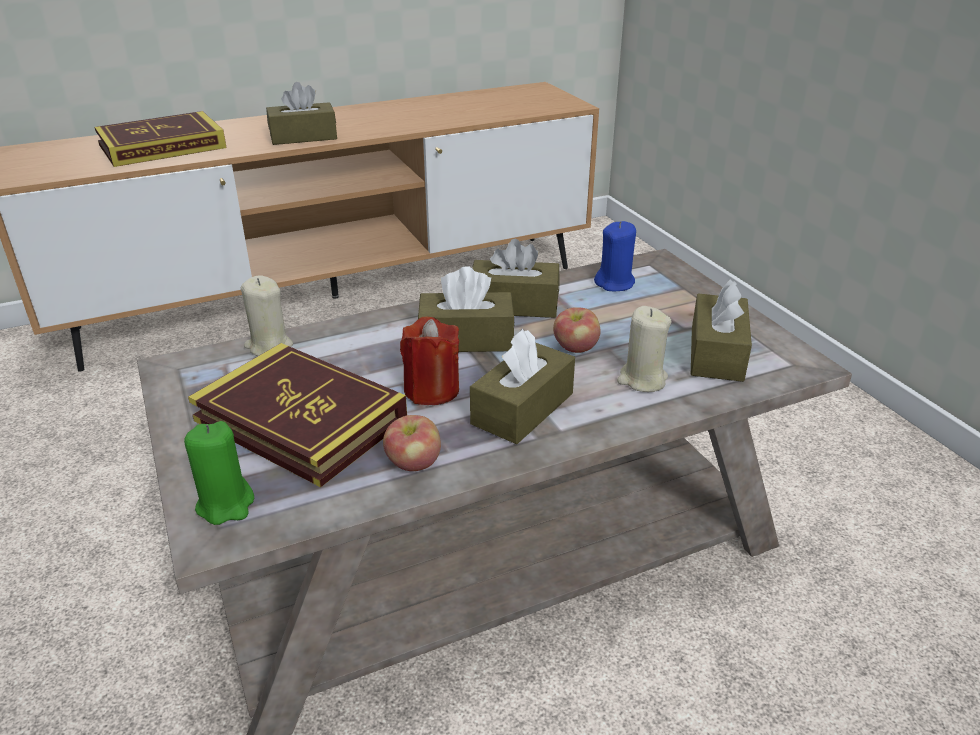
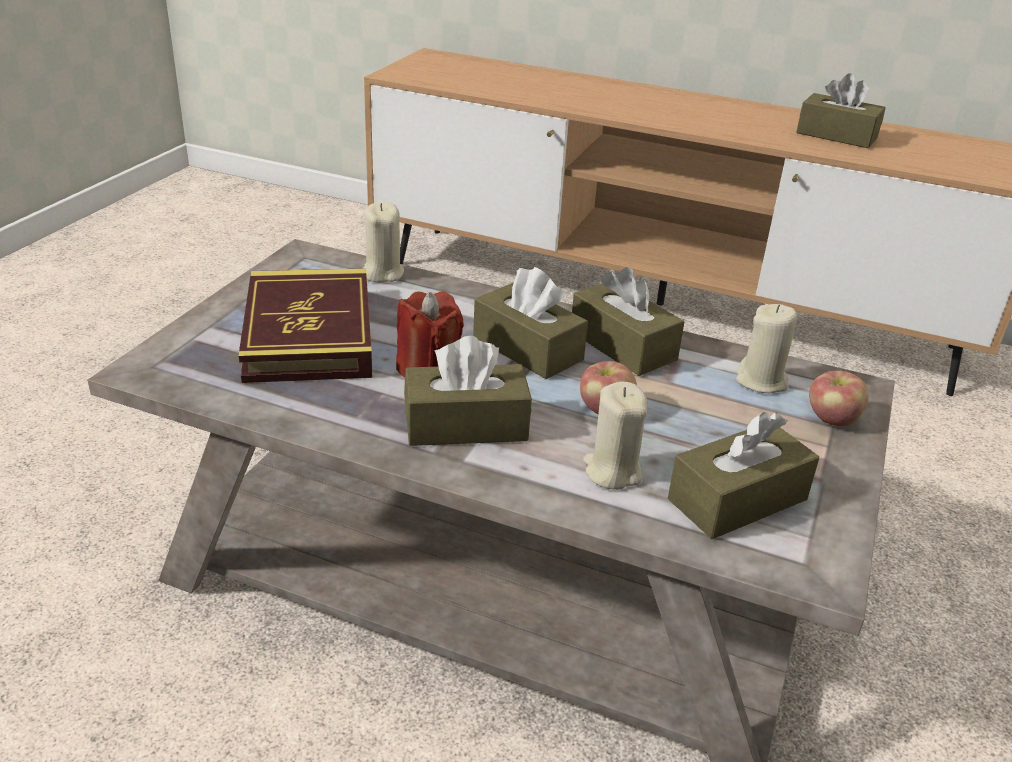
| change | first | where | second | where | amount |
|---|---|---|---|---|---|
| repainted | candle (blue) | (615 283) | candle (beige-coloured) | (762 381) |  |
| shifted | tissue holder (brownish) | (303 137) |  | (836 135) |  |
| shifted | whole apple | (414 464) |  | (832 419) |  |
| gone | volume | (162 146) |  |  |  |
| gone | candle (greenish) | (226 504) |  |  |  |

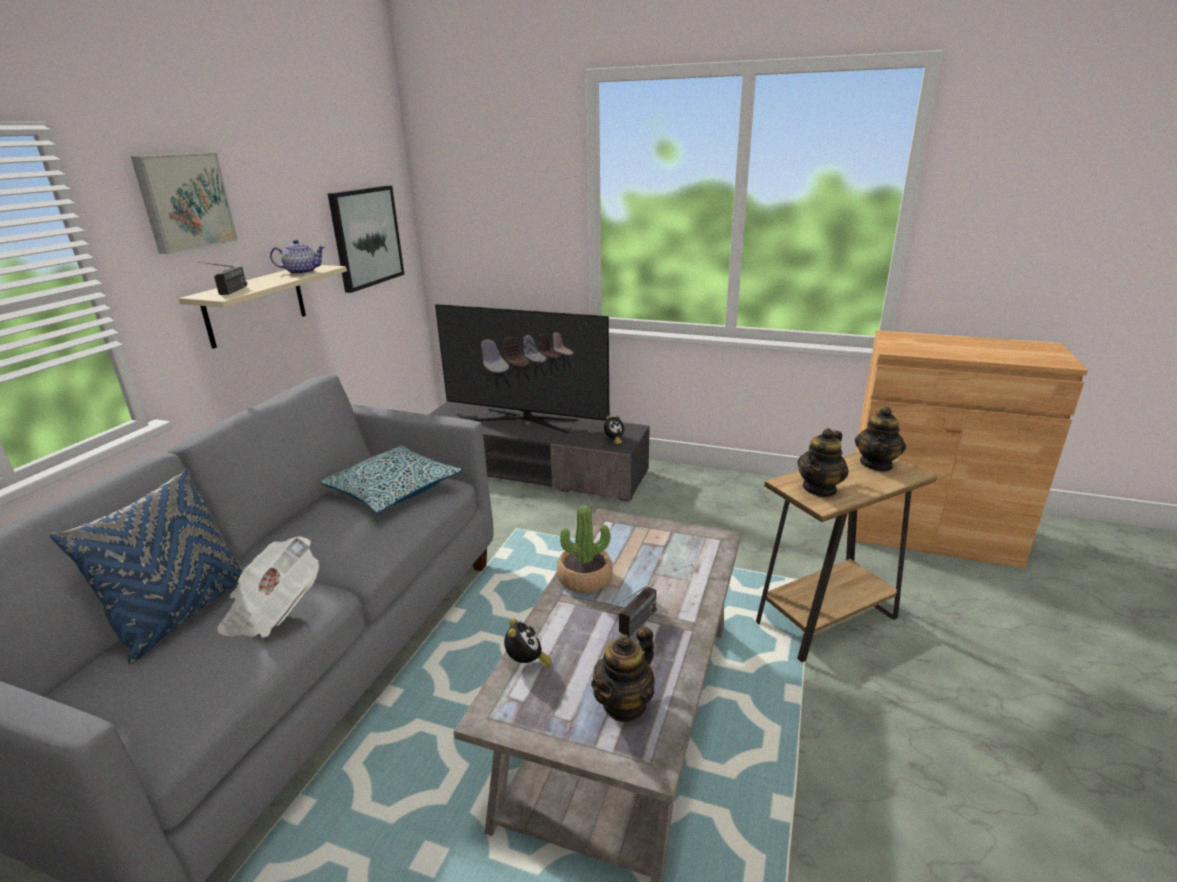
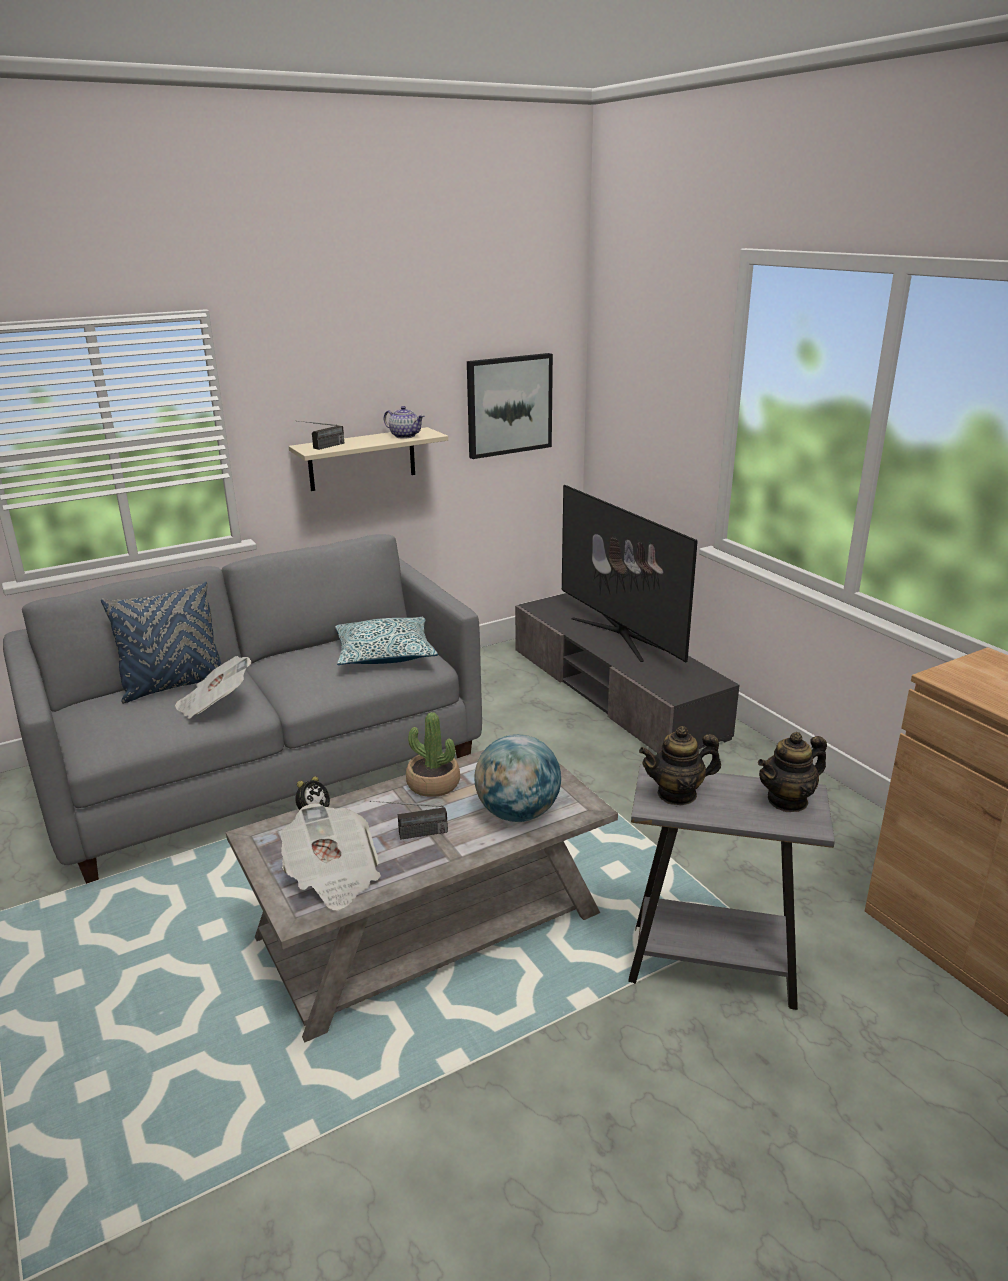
| change | first | where | second | where | amount |
|---|---|---|---|---|---|
| swapped | tea pot | (624 704) | newspaper | (333 877) |  |
| new |  |  | world globe | (517 813) |  |
| repainted | accent table (brownish) | (826 620) | accent table (gray) | (712 966) |  |
| gone | picture | (184 201) |  |  |  |
| gone | alarm clock | (614 441) |  |  |  |

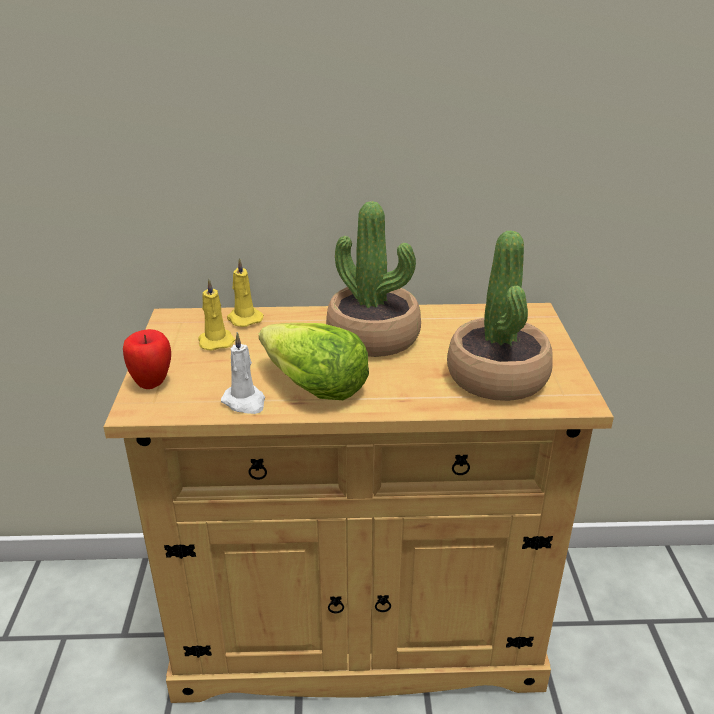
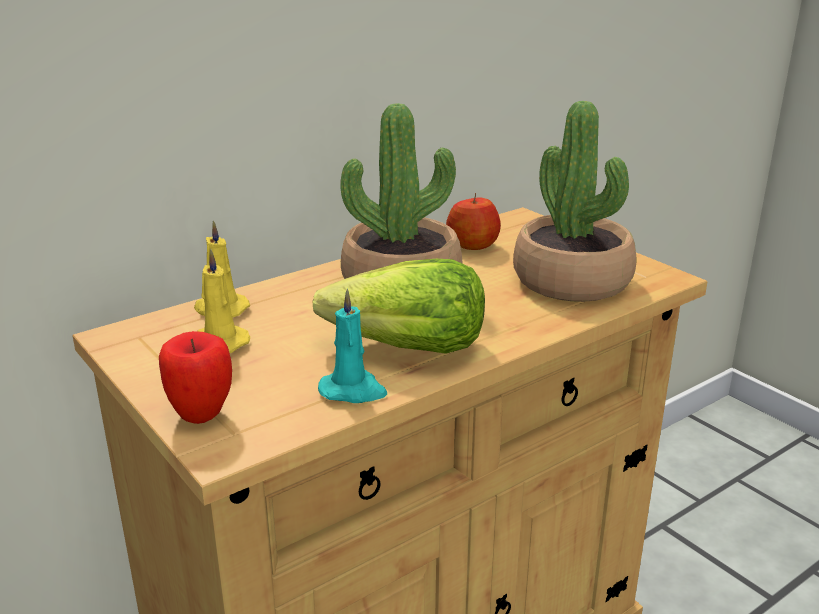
| change | first | where | second | where | amount |
|---|---|---|---|---|---|
| repainted | candle (white) | (245 402) | candle (blue-green) | (353 391) |  |
| new |  |  | whole apple | (472 245) |  |

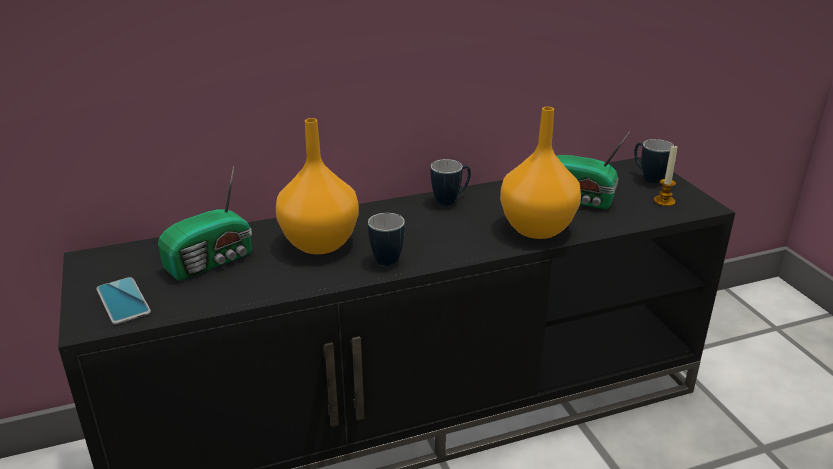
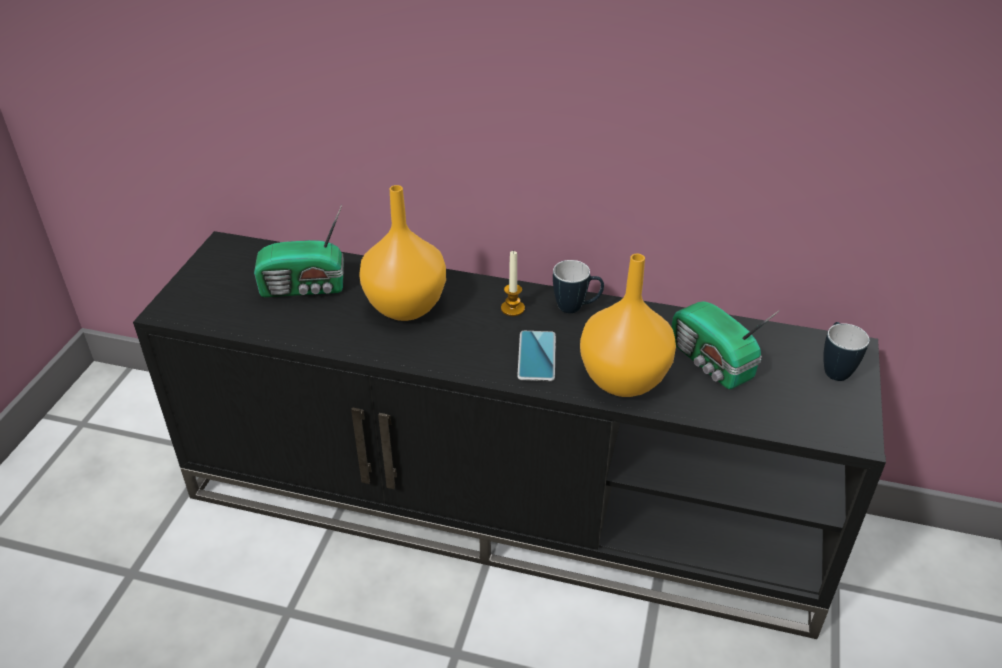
| change | first | where | second | where | amount |
|---|---|---|---|---|---|
| shifted | candle | (664 201) |  | (512 308) |  |
| shifted | handset | (123 301) |  | (537 356) |  |
| gone | mug | (387 257) |  |  |  |

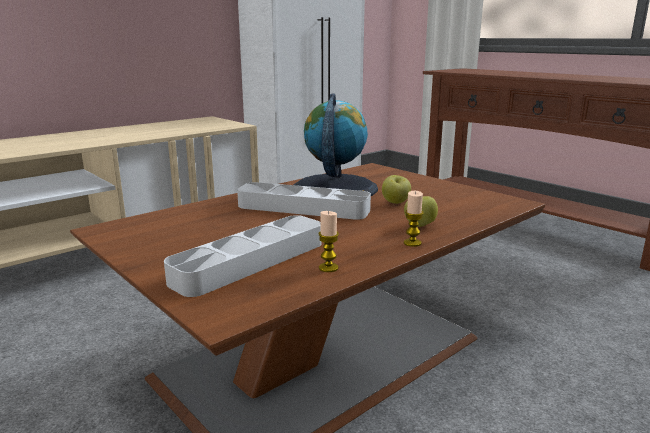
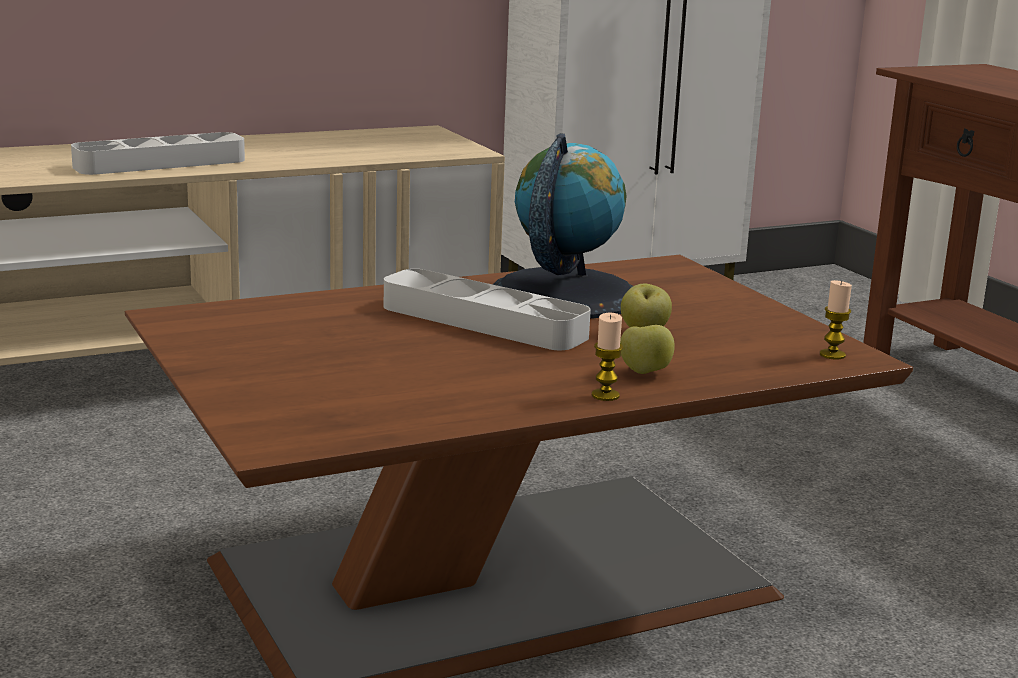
| change | first | where | second | where | amount |
|---|---|---|---|---|---|
| shifted | carrying tray (gray) | (250 261) |  | (160 163) |  |
| shifted | candle | (328 268) |  | (832 355) |  |

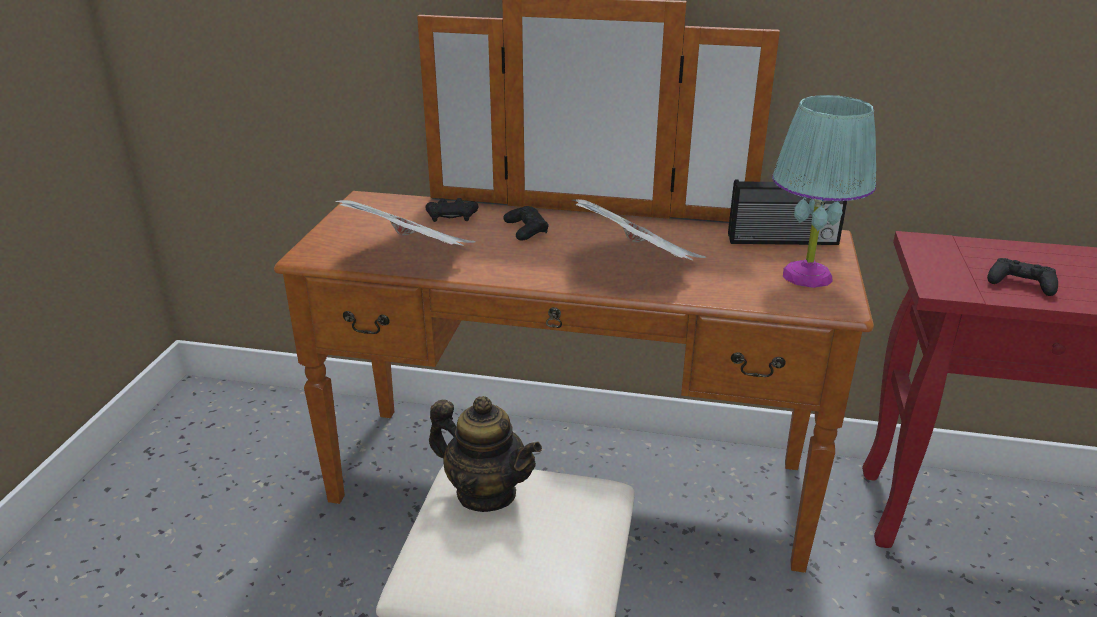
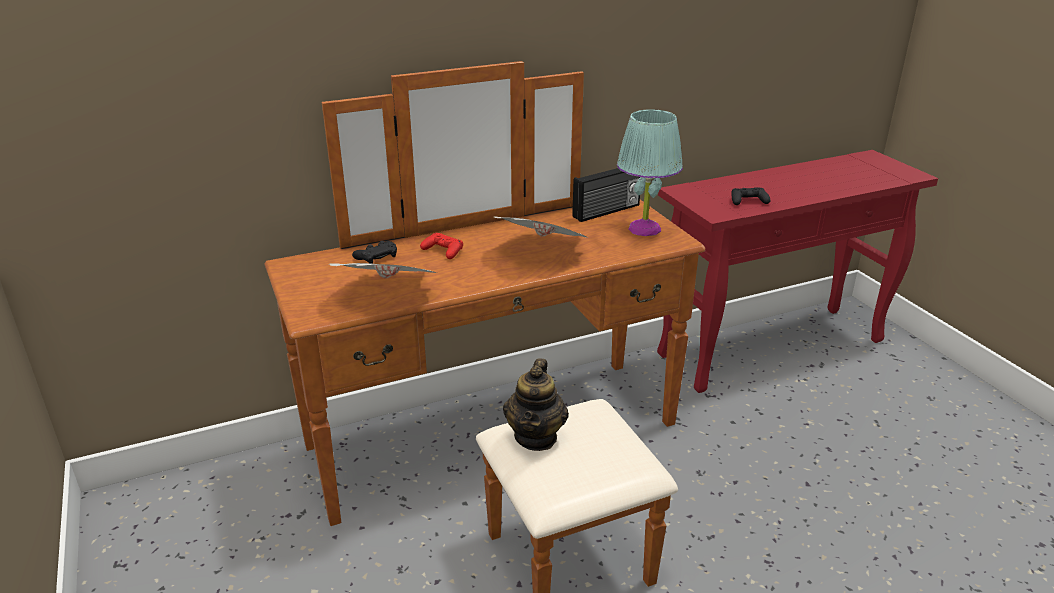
| change | first | where | second | where | amount |
|---|---|---|---|---|---|
| repainted | gamepad (black-coloured) | (526 229) | gamepad (red) | (443 250) |  |
| rotated | tea pot | (486 493) |  | (536 437) | 105 degrees clockwise |

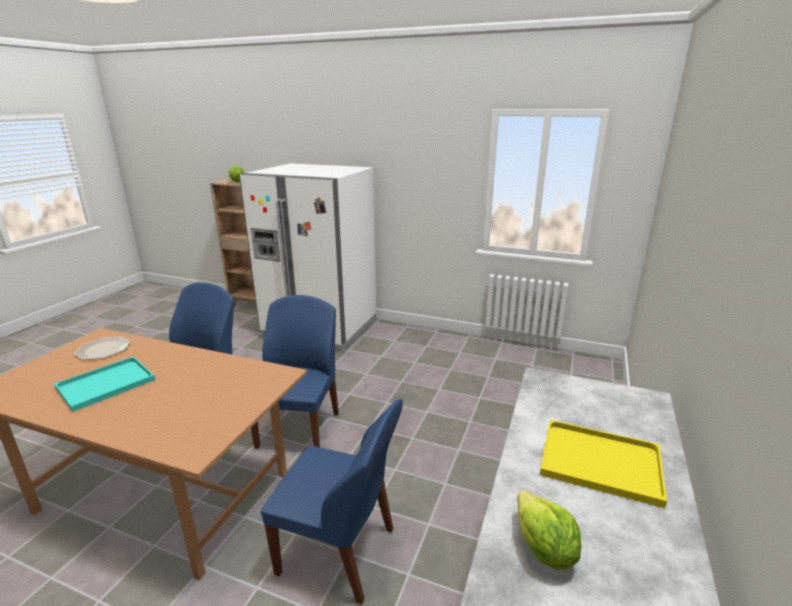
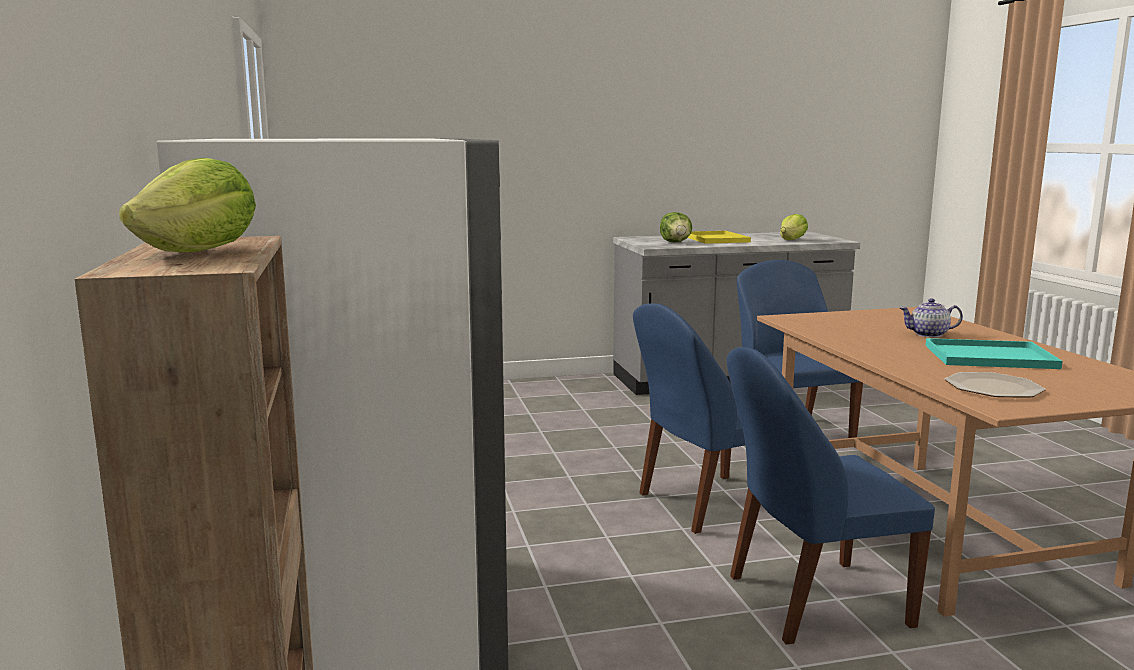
| change | first | where | second | where | amount |
|---|---|---|---|---|---|
| new |  |  | lettuce | (676 242) |  |
| new |  |  | tea pot | (928 334) |  |

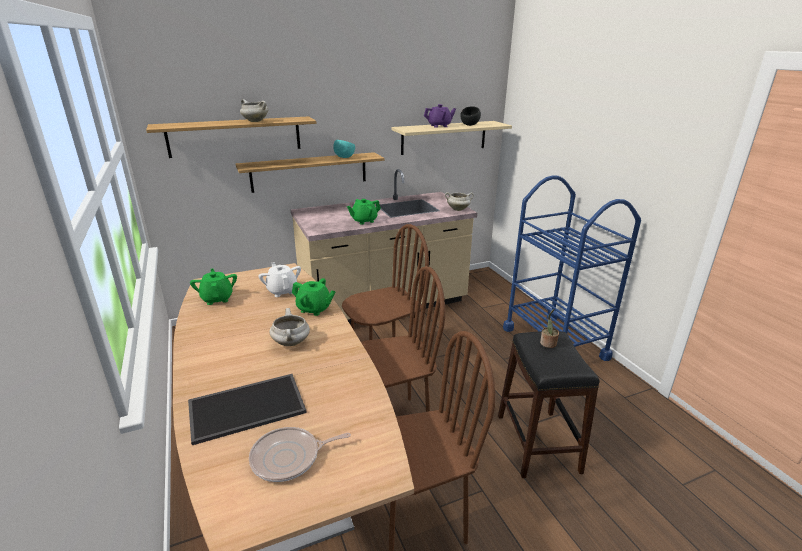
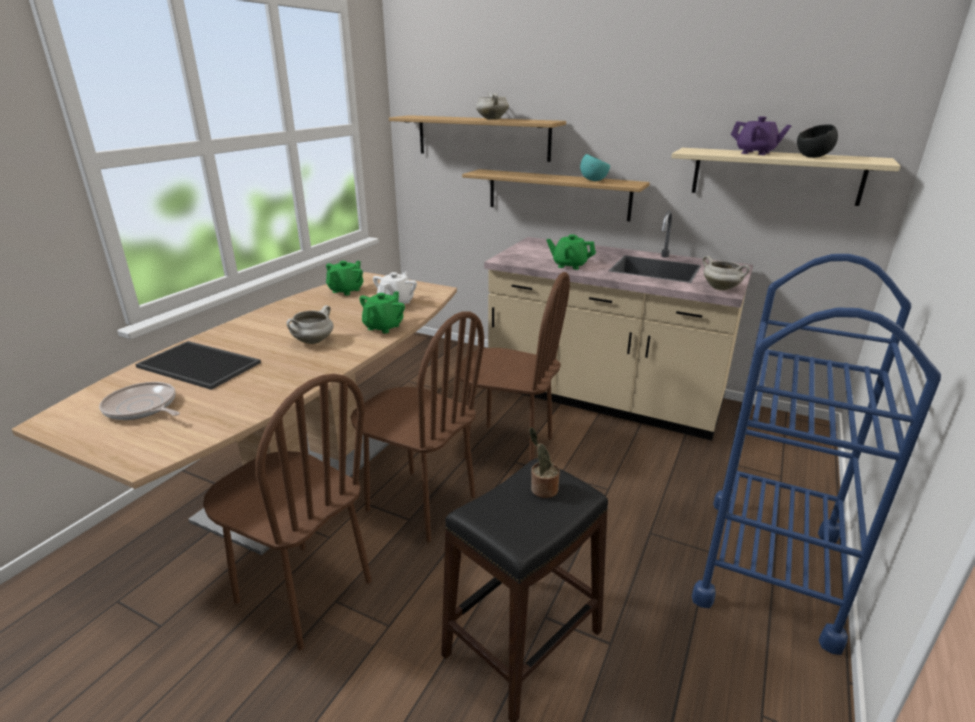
| change | first | where | second | where | amount |
|---|---|---|---|---|---|
| rotated | tea pot (greenish) | (314 309) |  | (384 327) | 135 degrees counterclockwise |

